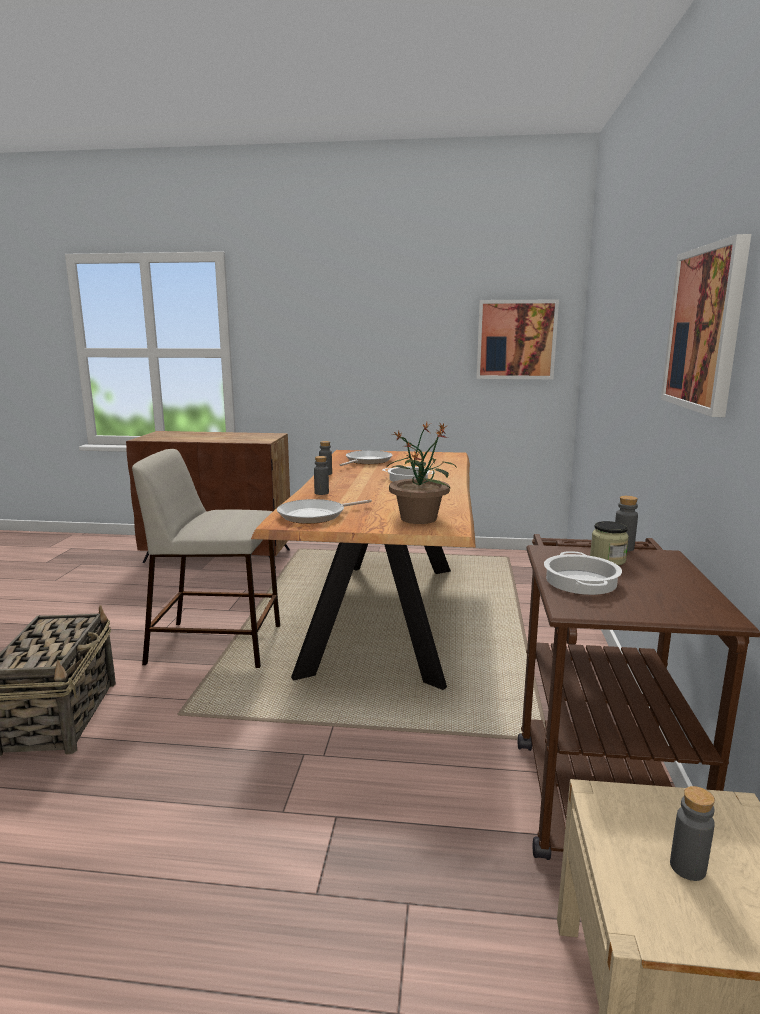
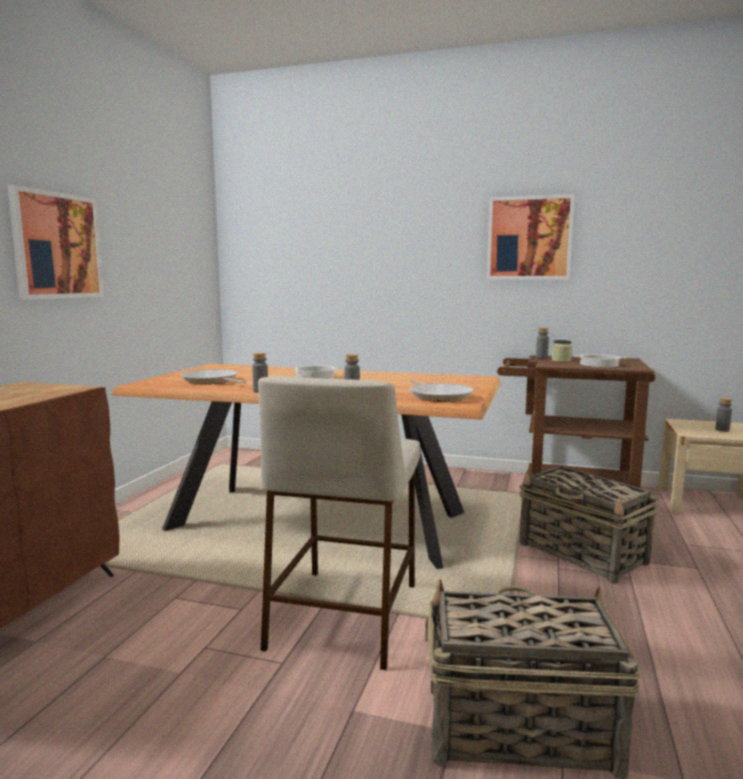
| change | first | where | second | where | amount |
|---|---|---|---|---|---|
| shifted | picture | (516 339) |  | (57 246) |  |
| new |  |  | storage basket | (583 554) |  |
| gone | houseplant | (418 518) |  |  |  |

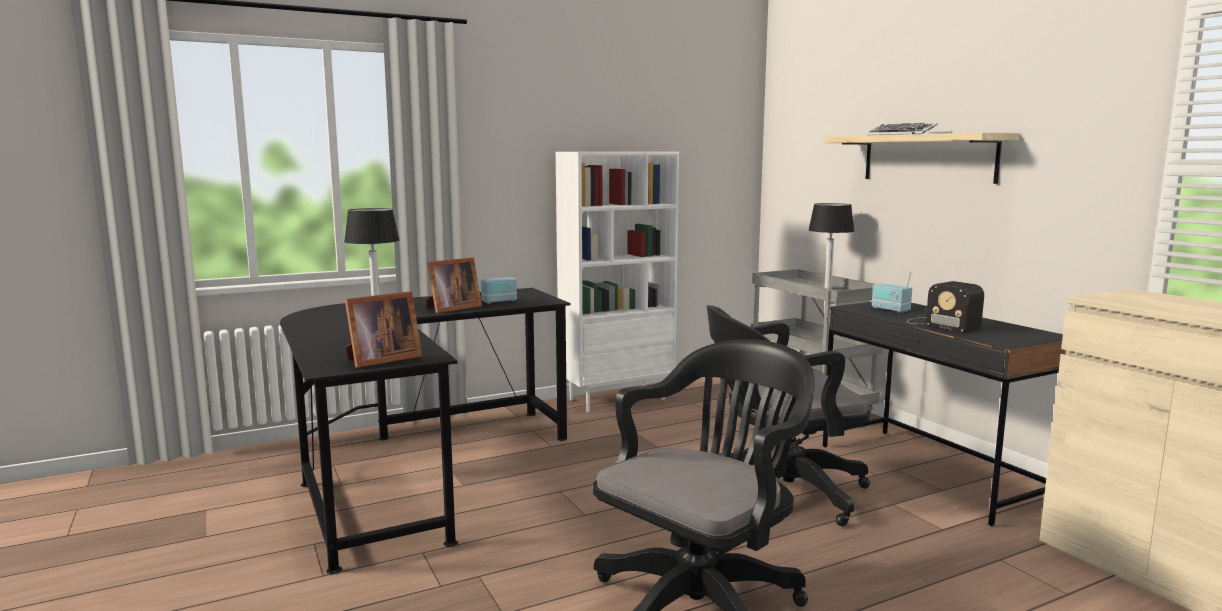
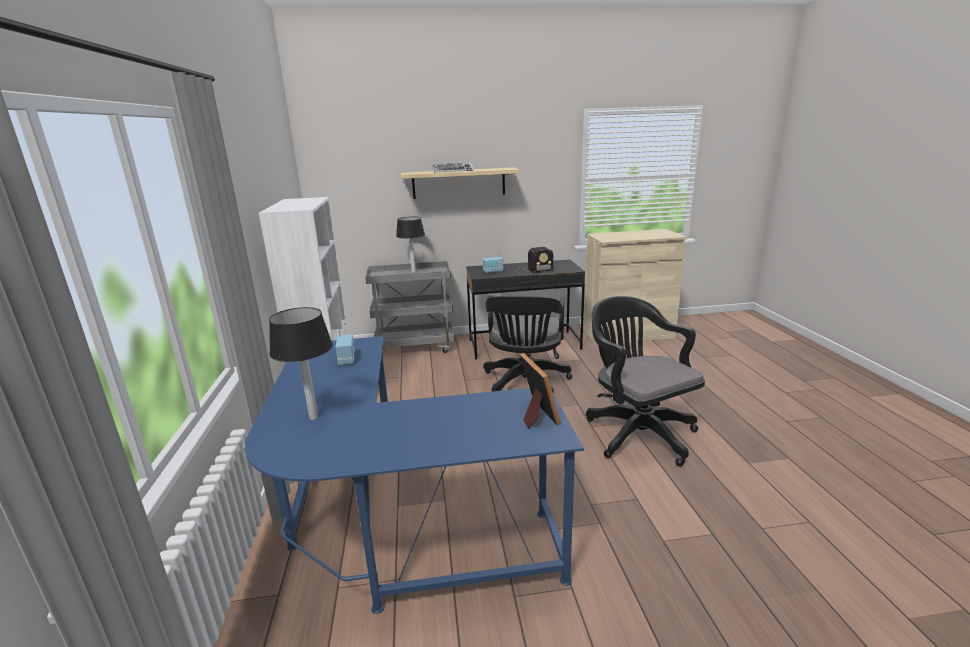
| change | first | where | second | where | amount |
|---|---|---|---|---|---|
| repainted | desk table (black-coloured) | (416 469) | desk table (blue) | (393 525) |  |
| gone | photo frame | (451 308) |  |  |  |

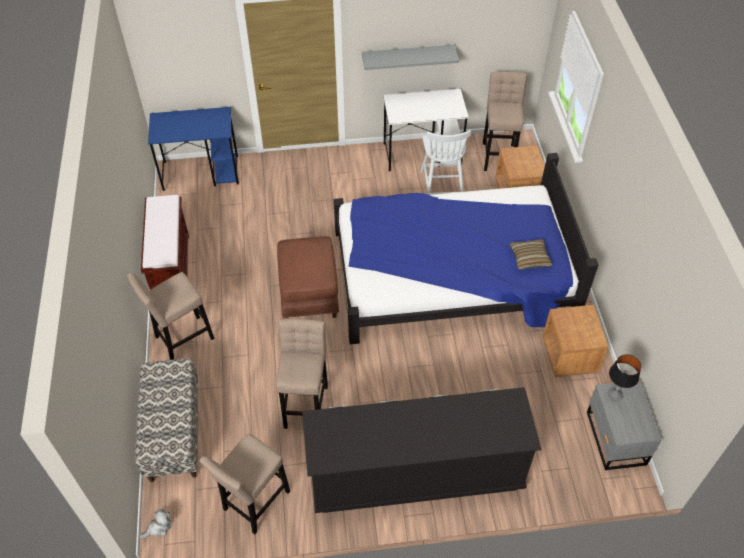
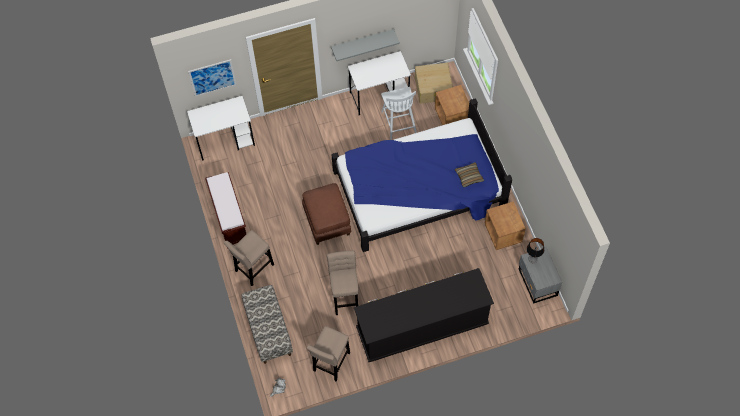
| change | first | where | second | where | amount |
|---|---|---|---|---|---|
| repainted | desk table (blue) | (201 173) | desk table (white) | (225 140) |  |
| new |  |  | picture | (212 77) |  |
| swapped | sitting stool (beige-coloured) | (498 155) | storage container (beige-coloured) | (433 88) |  |

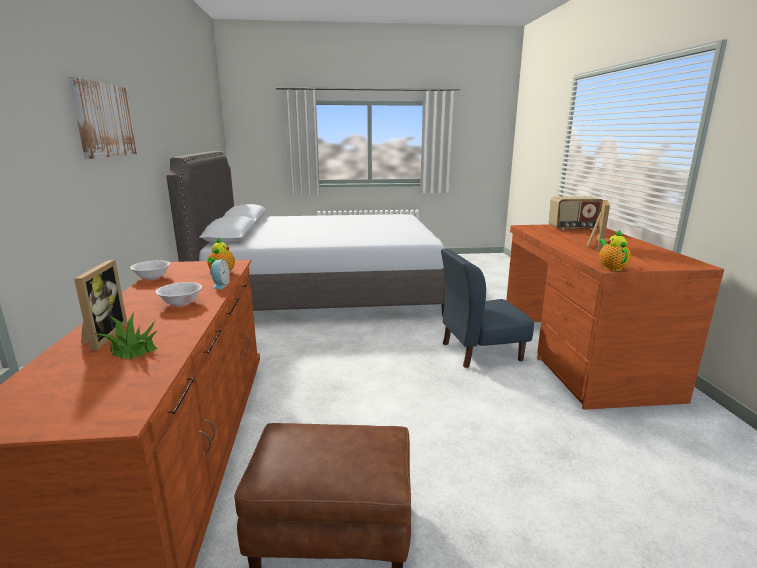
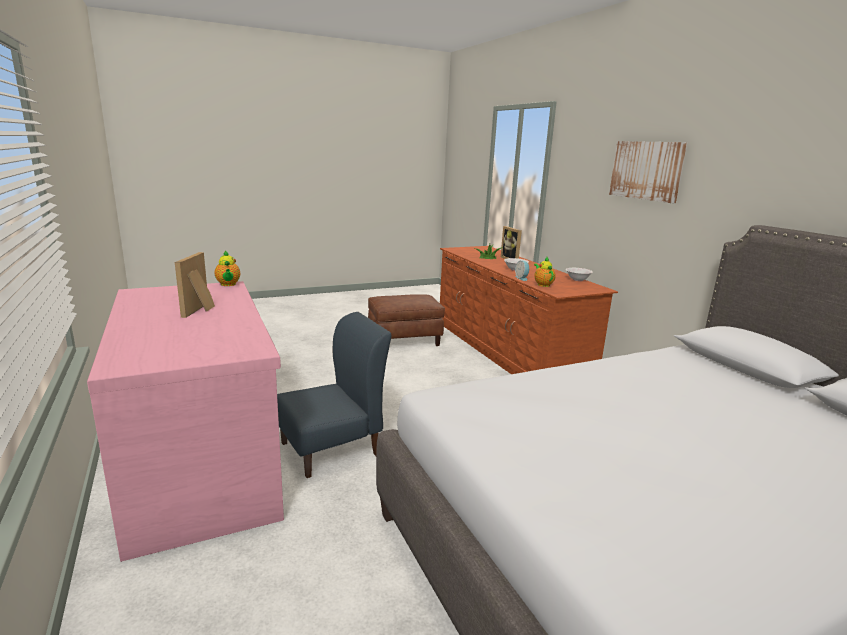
| change | first | where | second | where | amount |
|---|---|---|---|---|---|
| repainted | desk table (brownish) | (579 356) | desk table (pinkish) | (202 460) |  |
| gone | radio receiver | (573 228) |  |  |  |

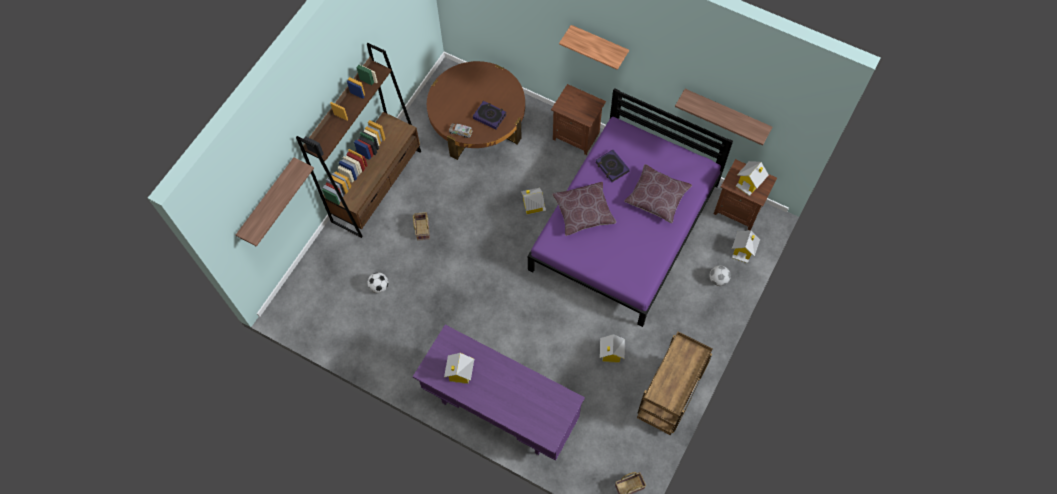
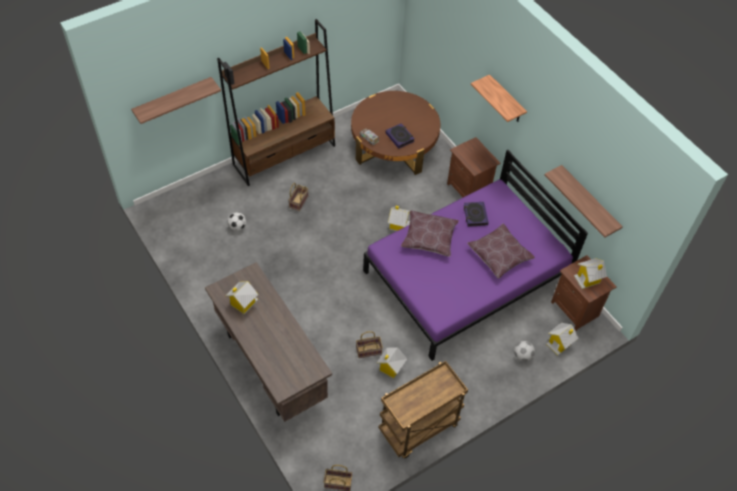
| change | first | where | second | where | amount |
|---|---|---|---|---|---|
| repainted | desk table (purplish) | (499 409) | desk table (brownish) | (270 364) |  |
| new |  |  | storage basket | (369 350) |  |

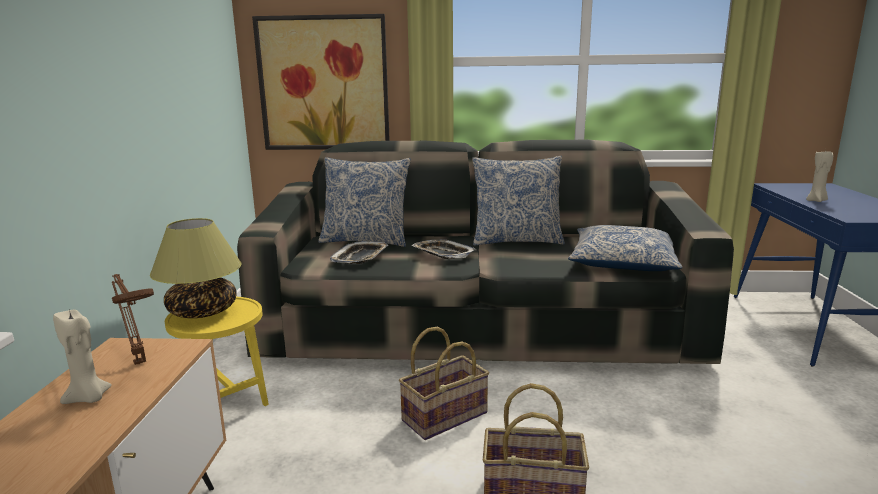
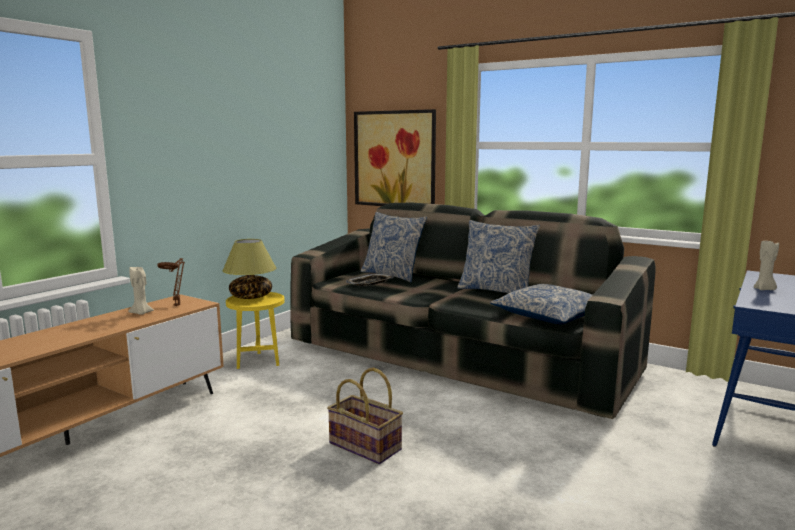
| change | first | where | second | where | amount |
|---|---|---|---|---|---|
| gone | storage basket | (444 416) |  |  |  |
| gone | carrying tray | (443 254) |  |  |  |

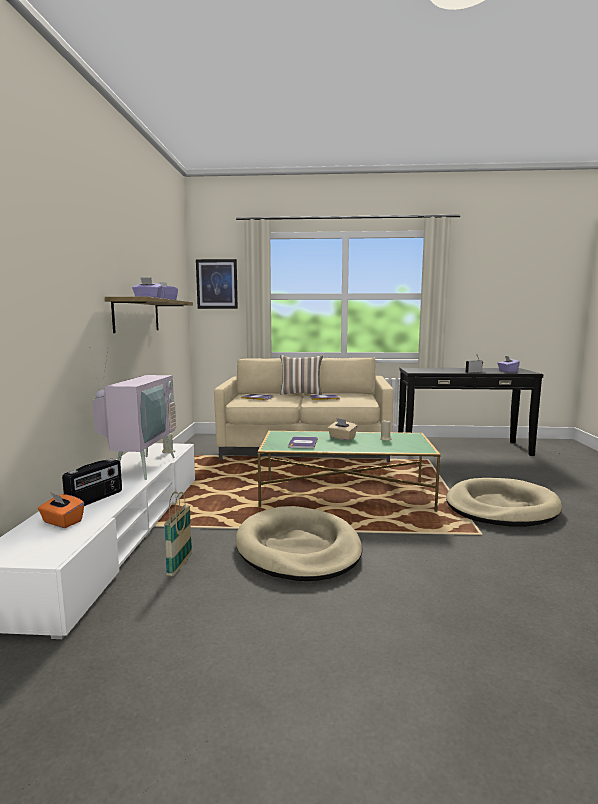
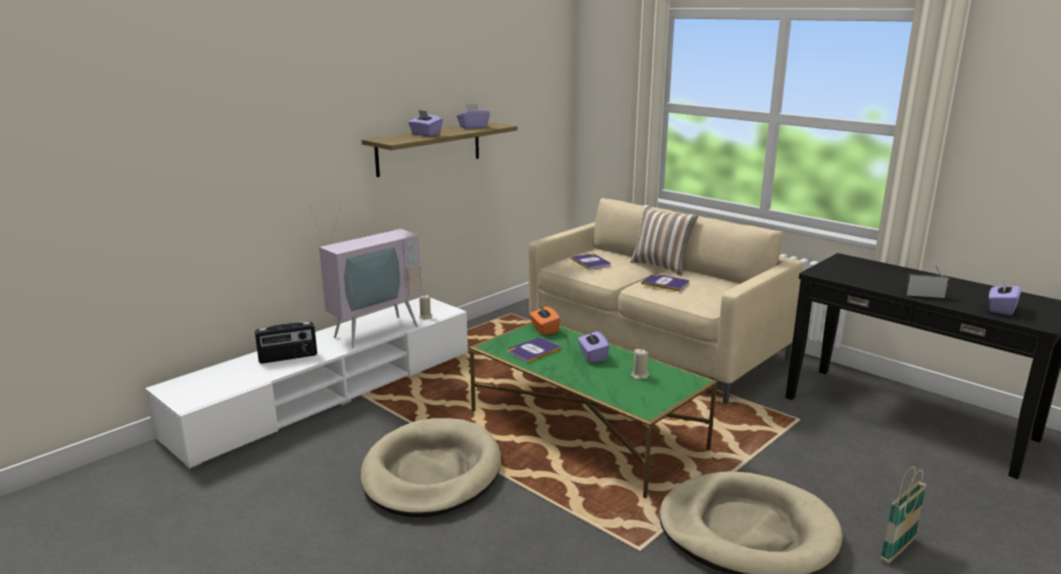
| change | first | where | second | where | amount |
|---|---|---|---|---|---|
| shifted | tissue holder (orange-coloured) | (62 522) |  | (544 329) |  |
| repainted | tissue holder (beige-coloured) | (342 438) | tissue holder (purplish) | (592 356) |  |
| shifted | storage basket | (180 565) |  | (898 550) |  |
| gone | picture | (217 284) |  |  |  |

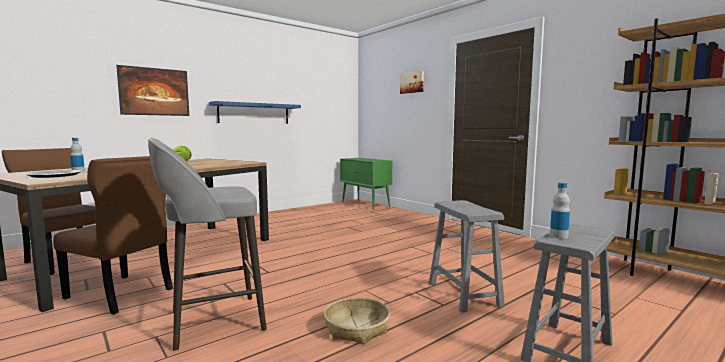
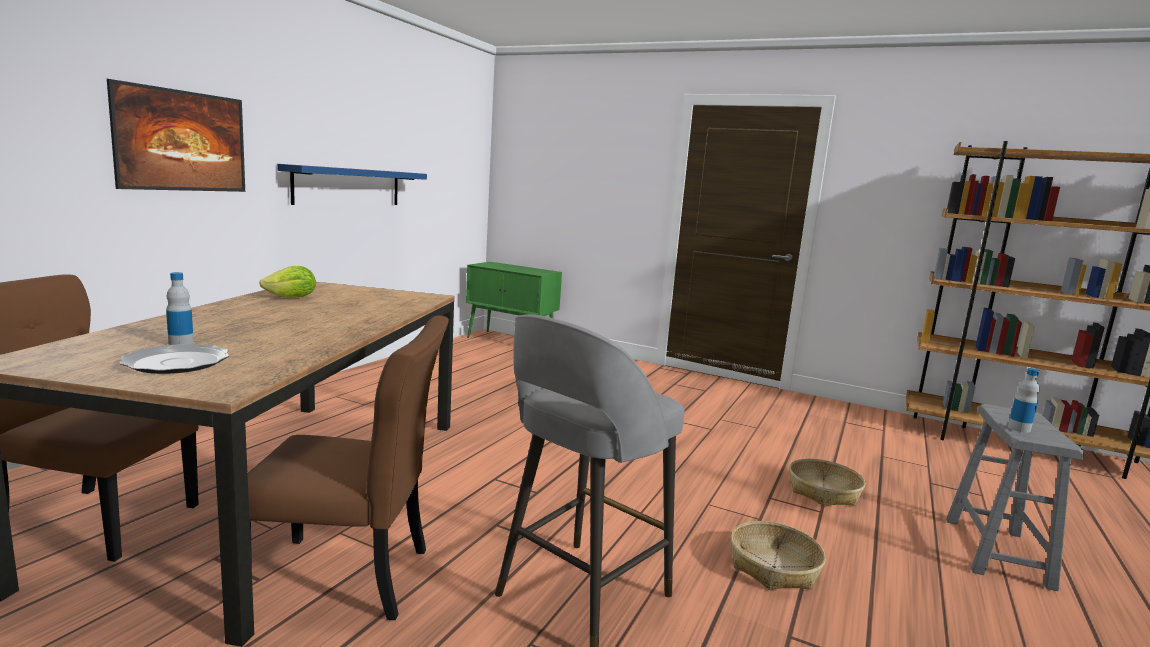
| change | first | where | second | where | amount |
|---|---|---|---|---|---|
| swapped | sitting stool (gray) | (464 294) | storage basket | (823 492) |  |
| gone | picture | (412 82) |  |  |  |

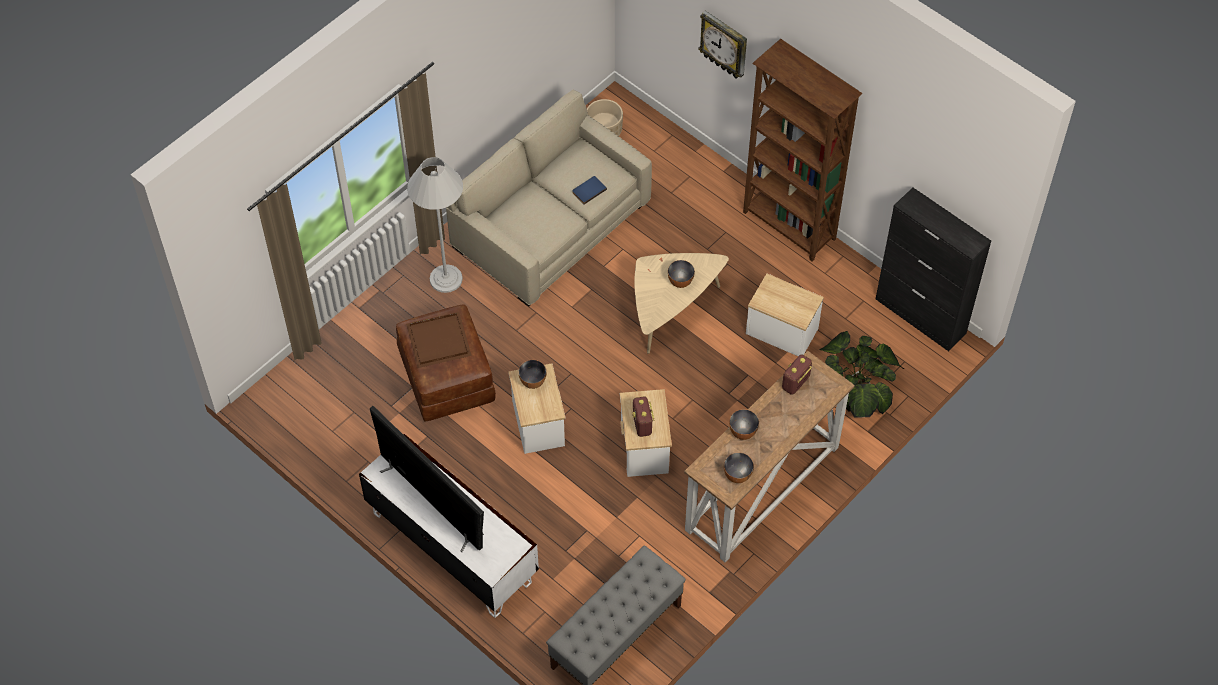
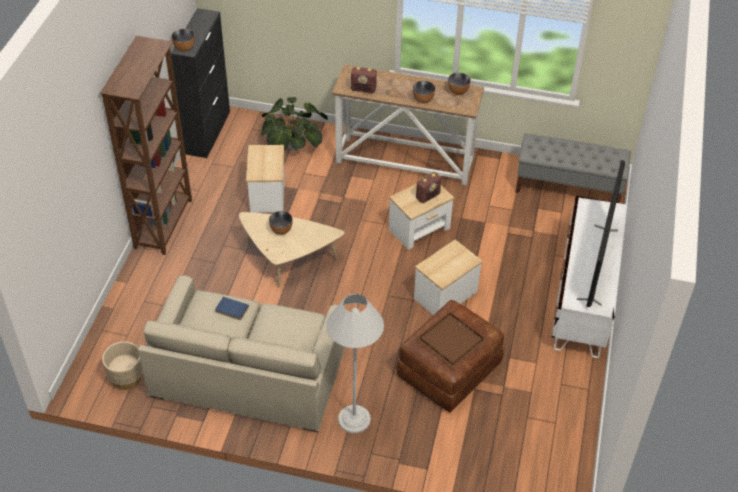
| change | first | where | second | where | amount |
|---|---|---|---|---|---|
| shifted | serving bowl | (533 381) |  | (184 48) |  |
| gone | wall clock | (724 45) |  |  |  |

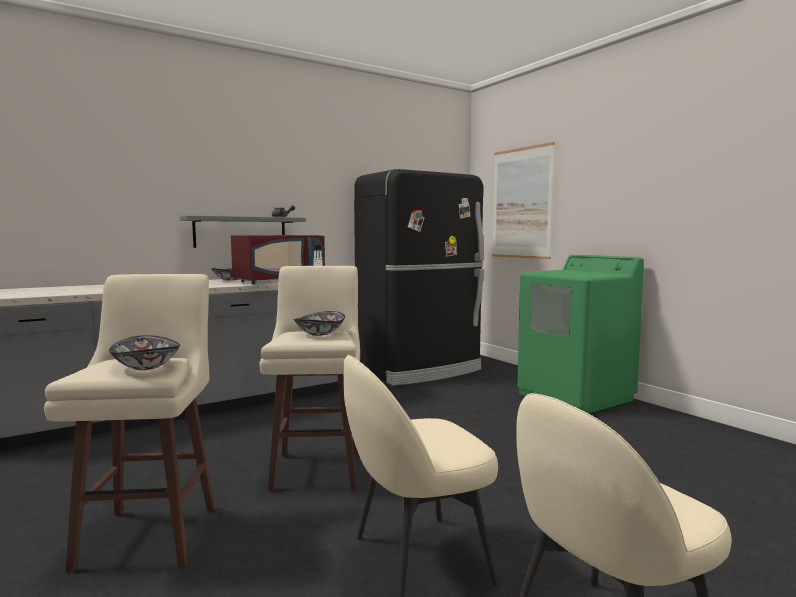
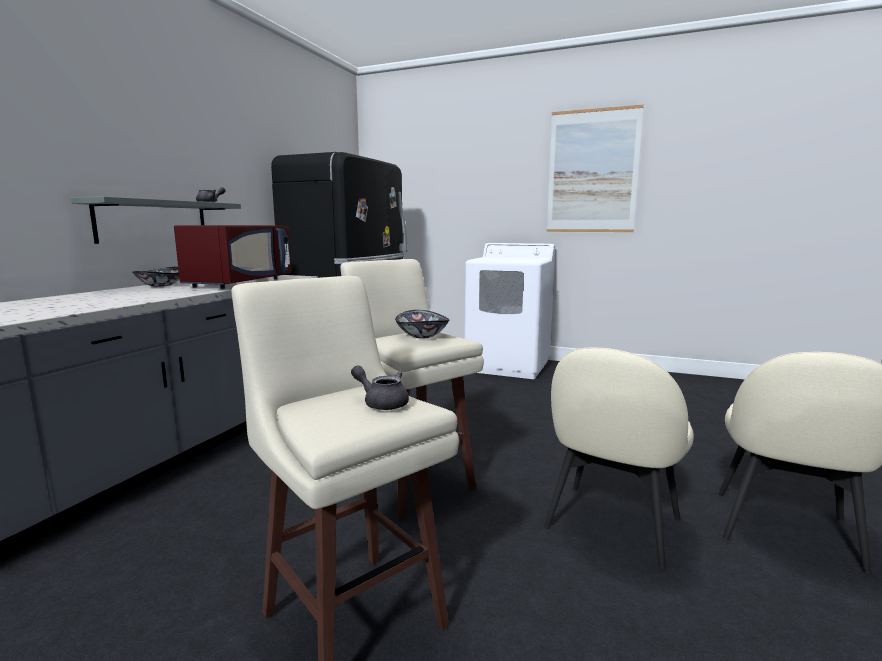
| change | first | where | second | where | amount |
|---|---|---|---|---|---|
| swapped | serving bowl | (145 367) | tea pot (gray) | (382 403) |  |
| repainted | laundry appliance (greenish) | (575 397) | laundry appliance (white) | (508 366) |  |
| shifted | picture | (521 203) |  | (592 172) |  |

